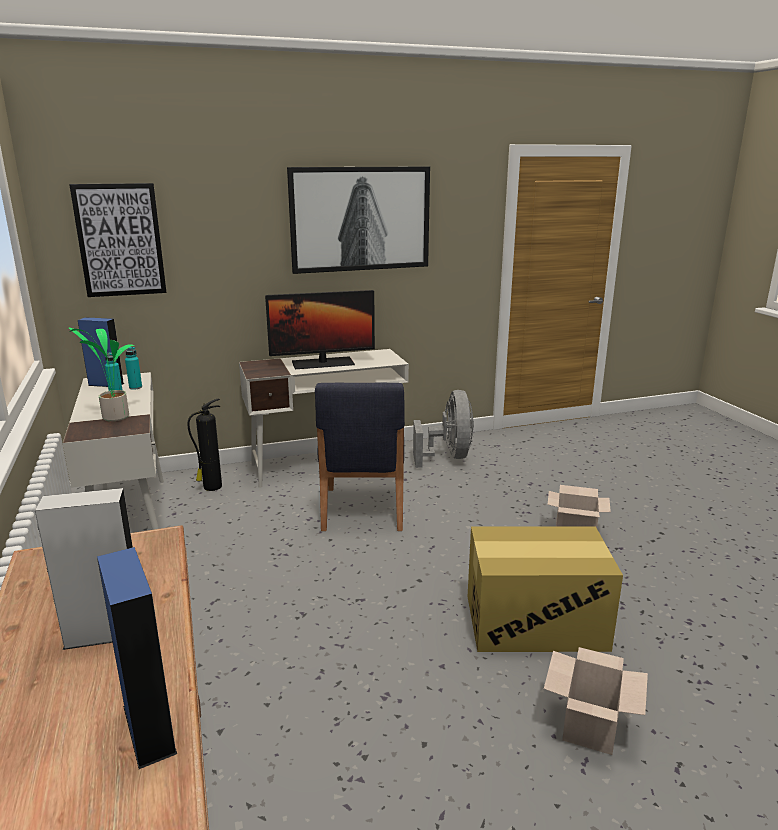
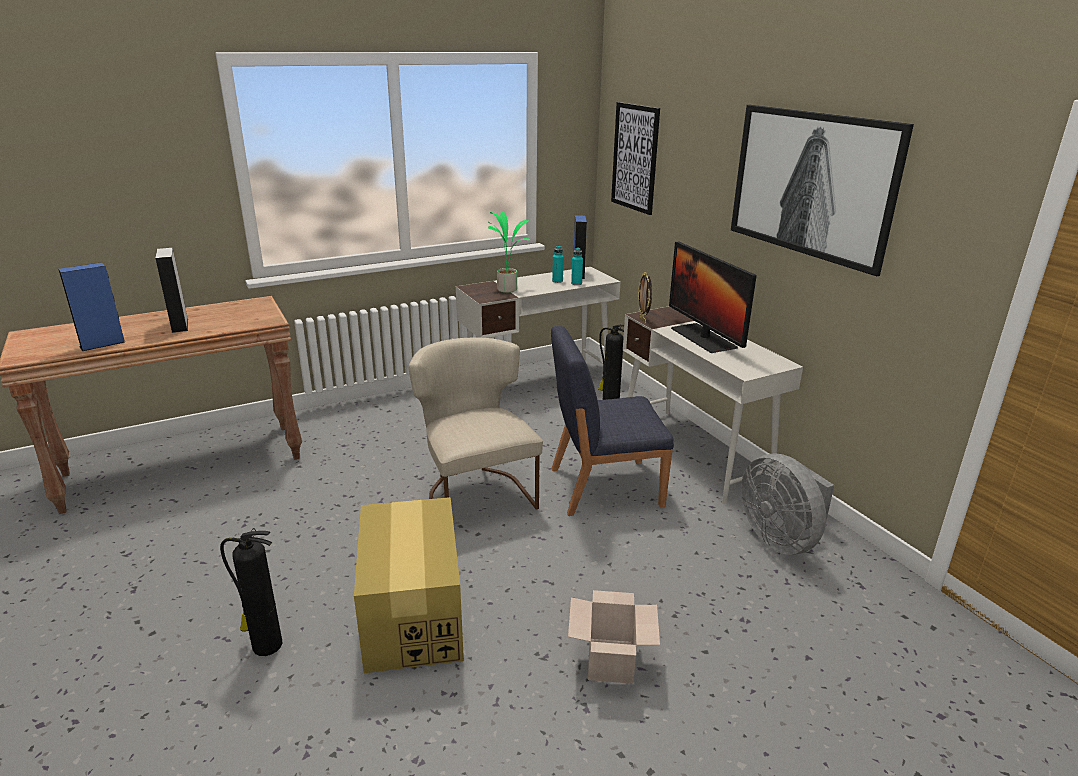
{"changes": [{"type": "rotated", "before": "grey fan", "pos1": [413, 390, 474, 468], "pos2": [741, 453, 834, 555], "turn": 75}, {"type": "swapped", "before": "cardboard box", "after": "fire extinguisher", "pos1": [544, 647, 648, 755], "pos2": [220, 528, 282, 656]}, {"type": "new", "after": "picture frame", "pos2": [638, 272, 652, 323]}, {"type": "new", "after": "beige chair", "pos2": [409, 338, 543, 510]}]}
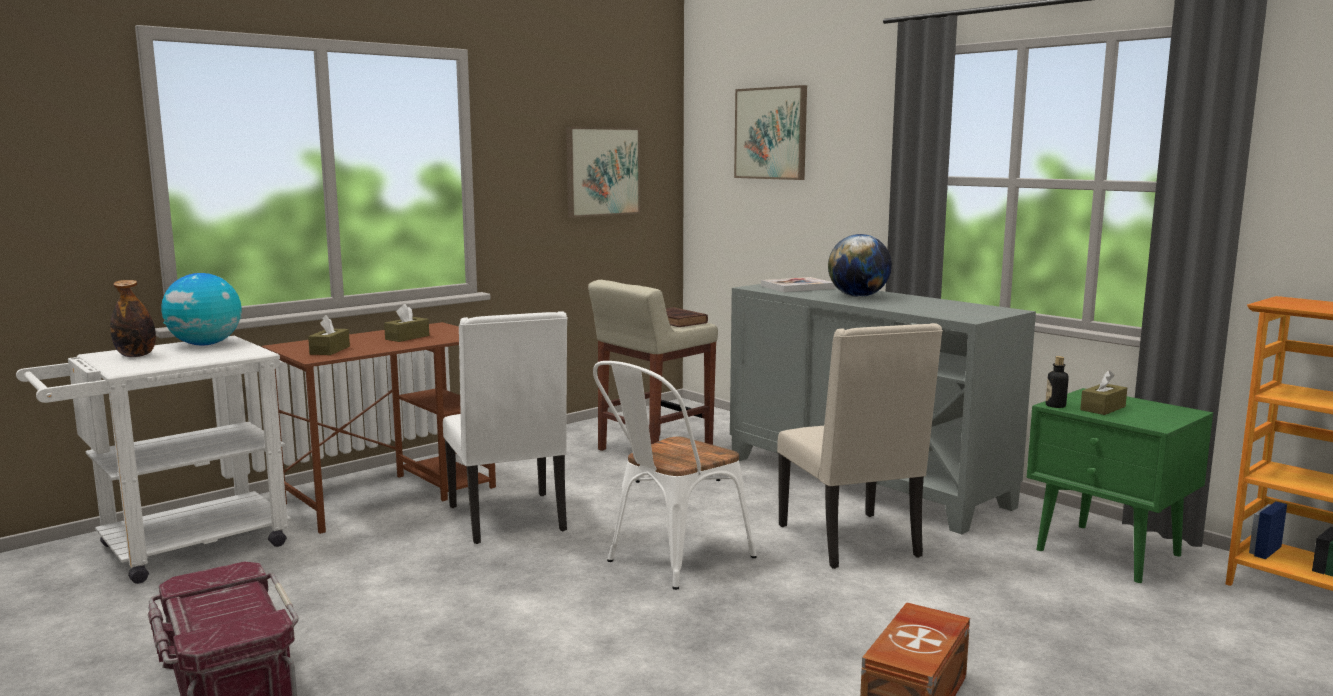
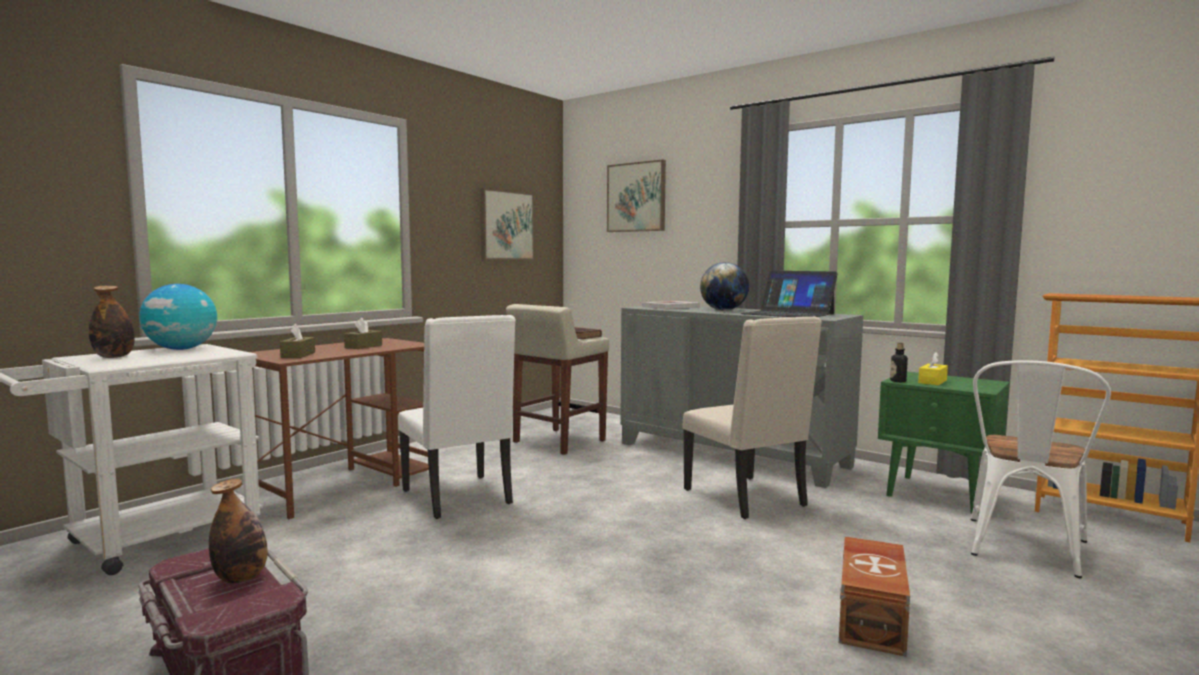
{"changes": [{"type": "shifted", "before": "white chair", "pos1": [593, 361, 757, 590], "pos2": [971, 360, 1111, 578]}, {"type": "repainted", "before": "brown tissue box", "after": "yellow tissue box", "pos1": [1080, 370, 1127, 415], "pos2": [918, 352, 948, 385]}, {"type": "new", "after": "laptop", "pos2": [741, 271, 838, 317]}, {"type": "new", "after": "bottle", "pos2": [209, 479, 268, 584]}]}
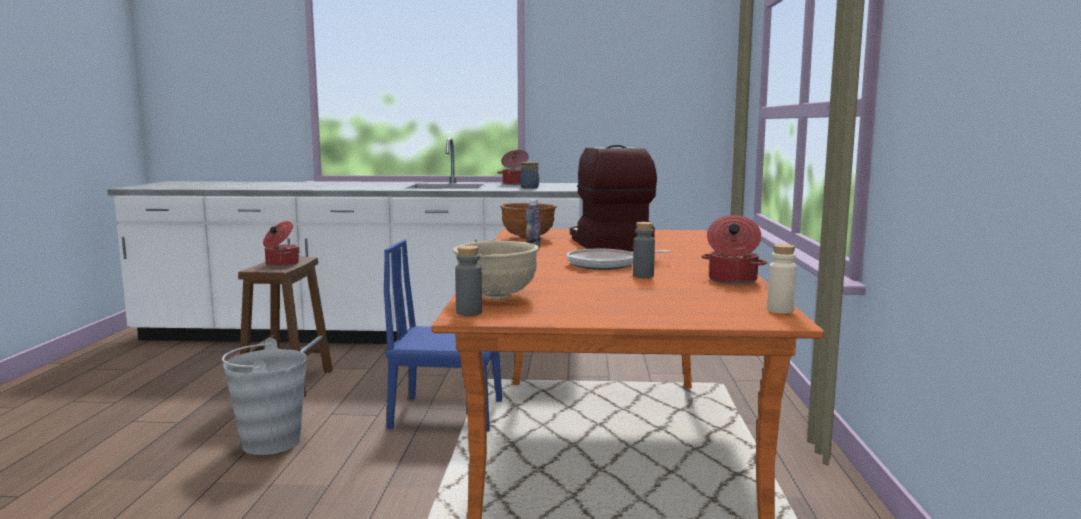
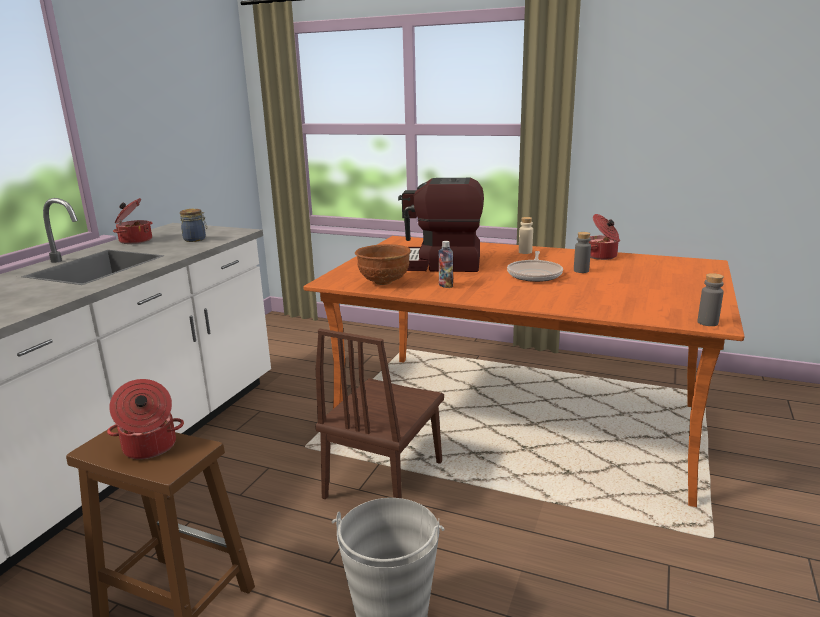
{"changes": [{"type": "repainted", "before": "blue chair", "after": "brown chair", "pos1": [384, 240, 502, 432], "pos2": [315, 329, 444, 499]}, {"type": "gone", "before": "beige bowl", "pos1": [453, 241, 539, 300]}, {"type": "shifted", "before": "beige bottle", "pos1": [767, 244, 797, 314], "pos2": [519, 217, 533, 254]}]}
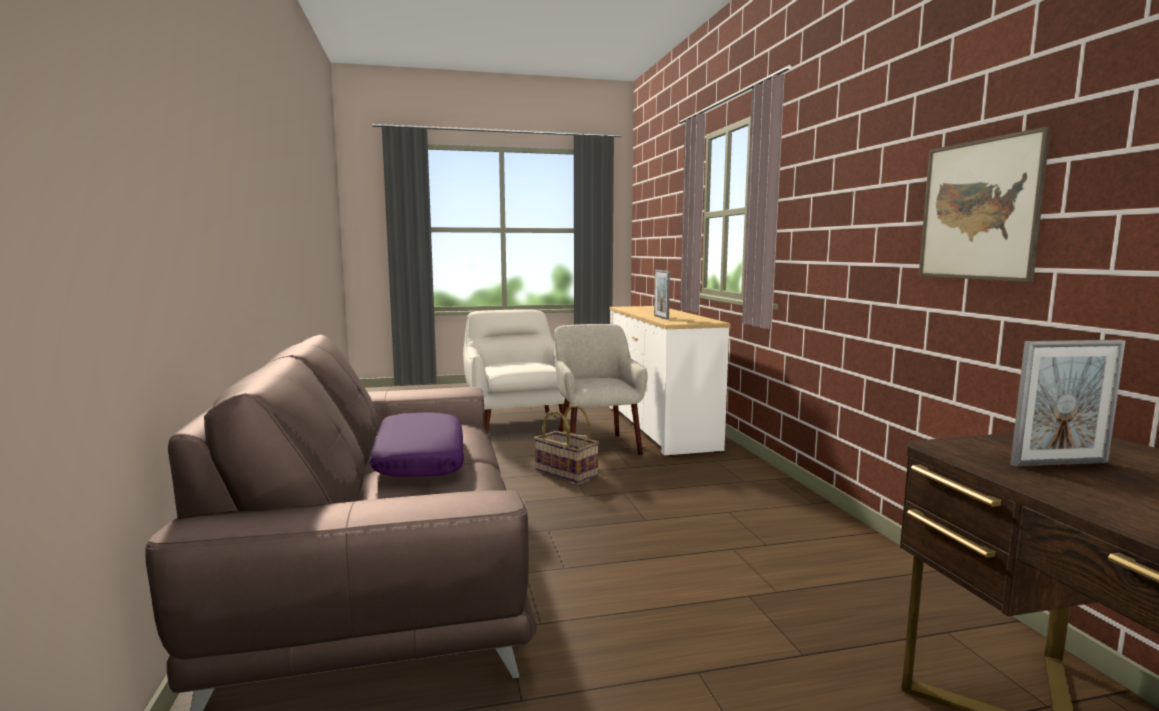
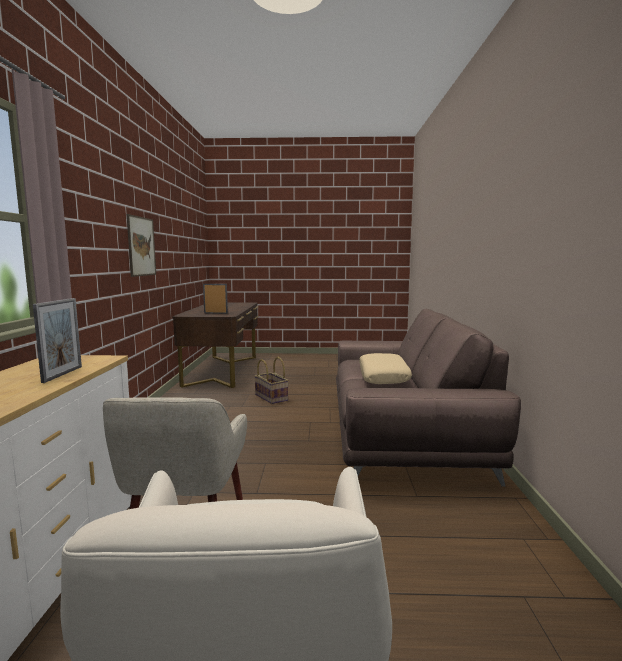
{"changes": [{"type": "shifted", "before": "basket", "pos1": [534, 405, 599, 483], "pos2": [254, 357, 289, 404]}, {"type": "repainted", "before": "purple pillow", "after": "beige pillow", "pos1": [370, 412, 464, 477], "pos2": [359, 353, 412, 384]}]}
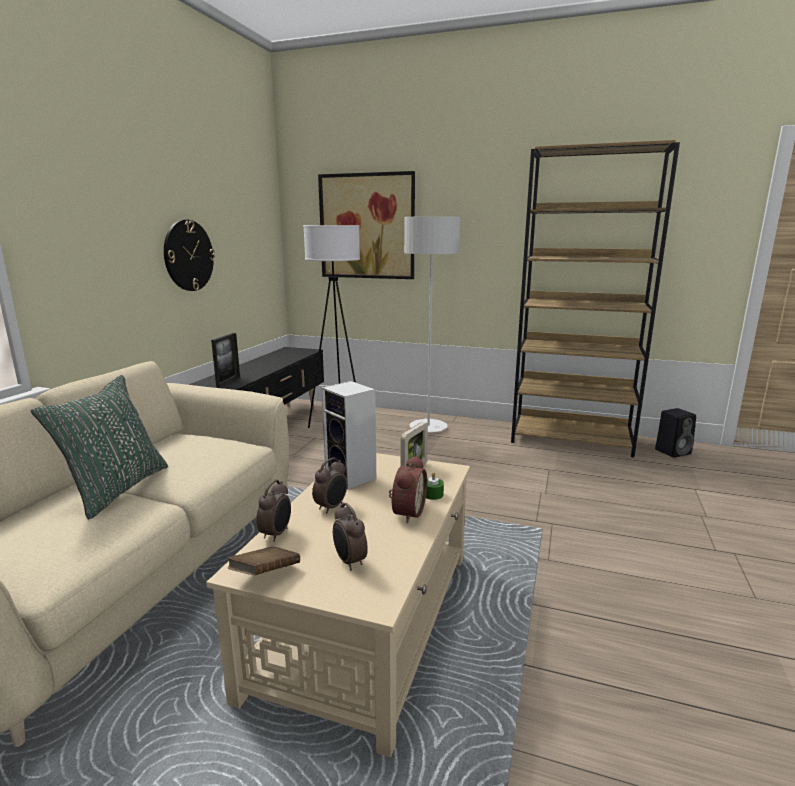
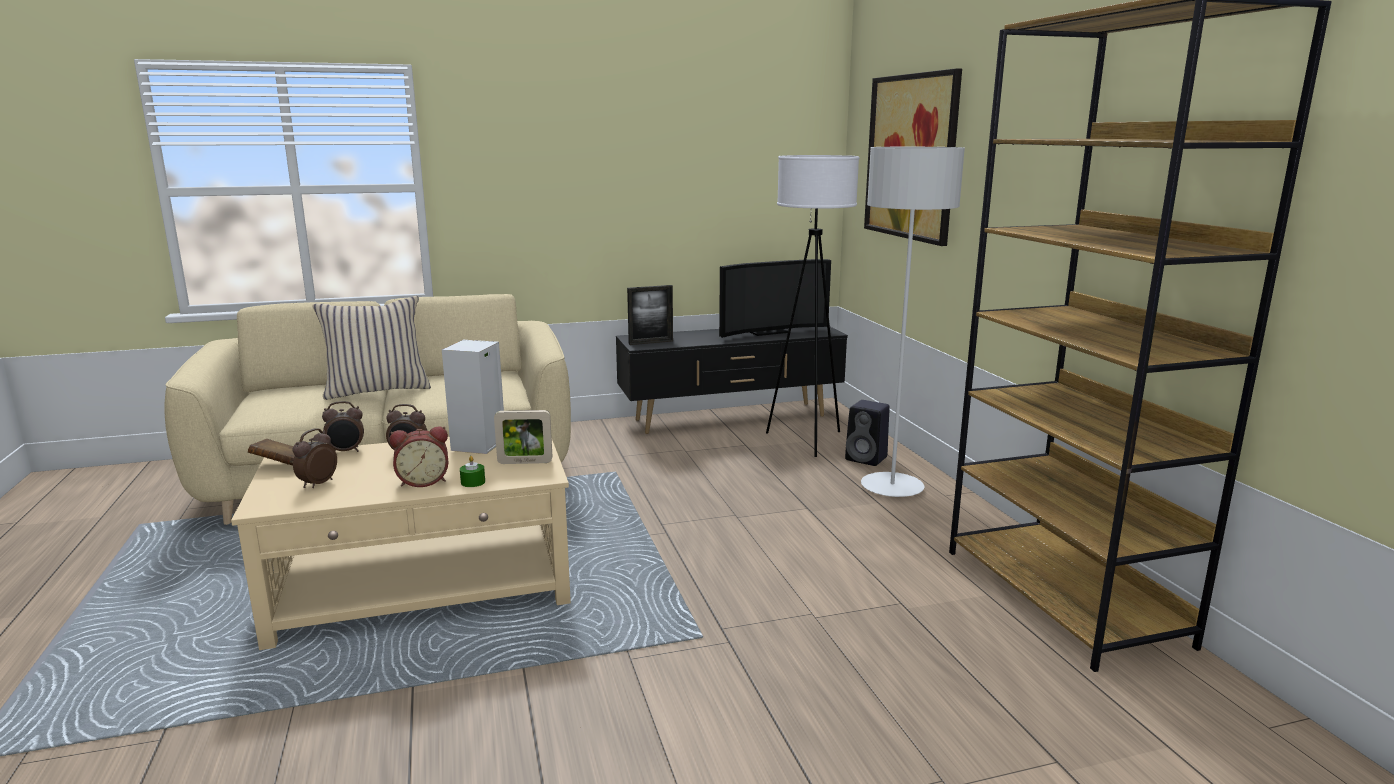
{"changes": [{"type": "gone", "before": "wall clock", "pos1": [164, 220, 215, 291]}, {"type": "repainted", "before": "green pillow", "after": "beige pillow", "pos1": [31, 375, 168, 519], "pos2": [312, 296, 431, 400]}, {"type": "shifted", "before": "black speaker", "pos1": [655, 408, 696, 458], "pos2": [845, 400, 890, 466]}, {"type": "new", "after": "television", "pos2": [719, 259, 831, 338]}]}
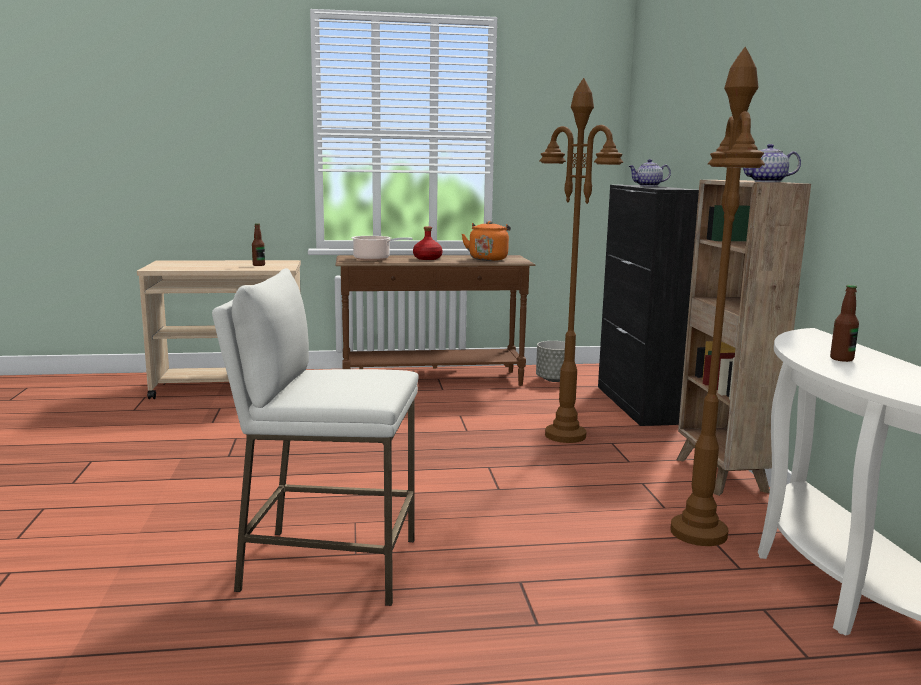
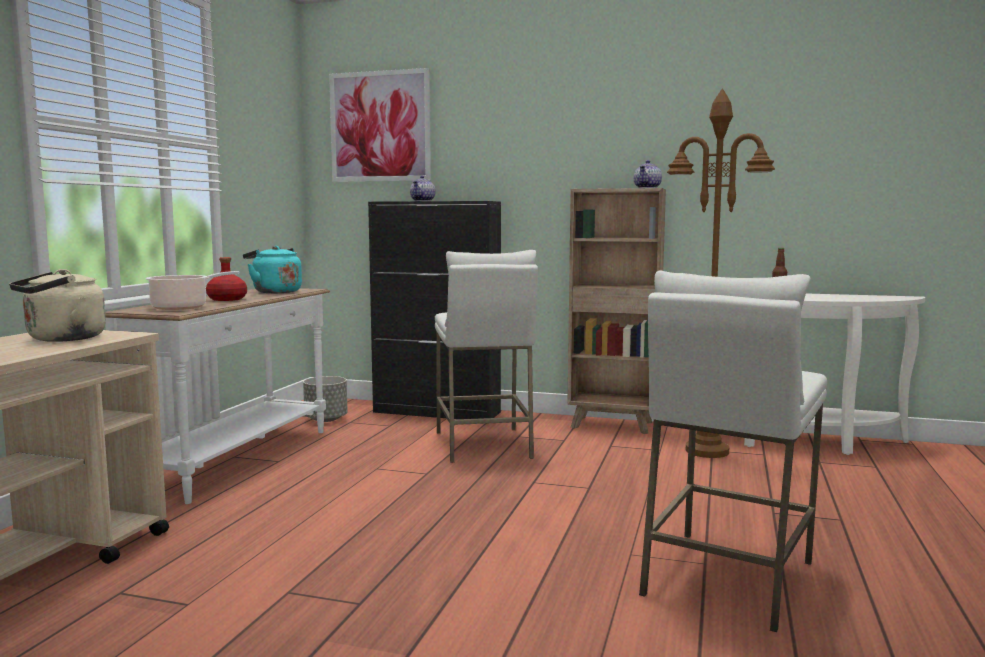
{"changes": [{"type": "swapped", "before": "brown floor lamp", "after": "white stool", "pos1": [539, 78, 623, 443], "pos2": [435, 250, 538, 463]}, {"type": "repainted", "before": "orange kettle", "after": "turquoise kettle", "pos1": [462, 221, 511, 261], "pos2": [243, 246, 302, 293]}, {"type": "swapped", "before": "bottle", "after": "beige kettle", "pos1": [252, 223, 265, 266], "pos2": [9, 269, 106, 342]}, {"type": "repainted", "before": "brown console table", "after": "white console table", "pos1": [335, 255, 535, 386], "pos2": [105, 288, 330, 504]}, {"type": "new", "after": "picture", "pos2": [329, 68, 431, 182]}]}
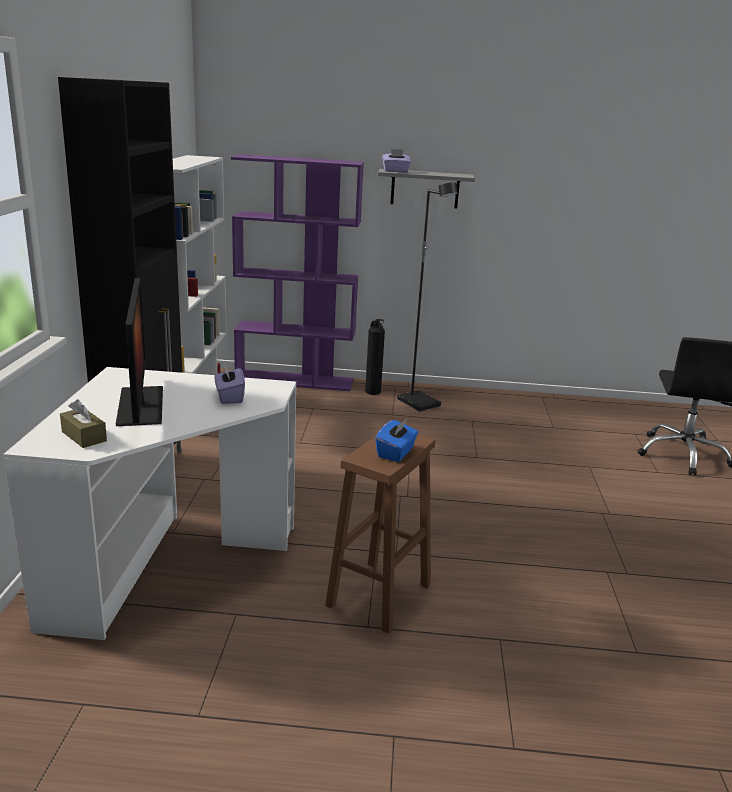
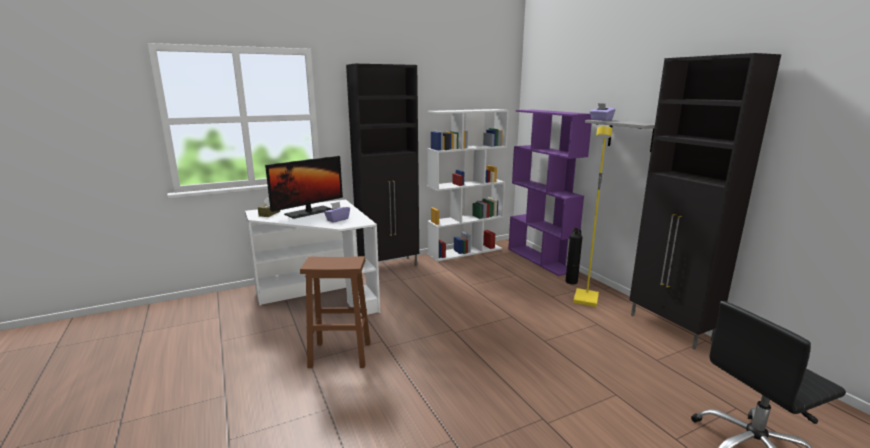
{"changes": [{"type": "repainted", "before": "black floor lamp", "after": "yellow floor lamp", "pos1": [397, 182, 458, 412], "pos2": [573, 126, 612, 307]}, {"type": "gone", "before": "blue tissue box", "pos1": [375, 419, 418, 462]}, {"type": "new", "after": "black cabinet", "pos2": [630, 53, 781, 350]}]}
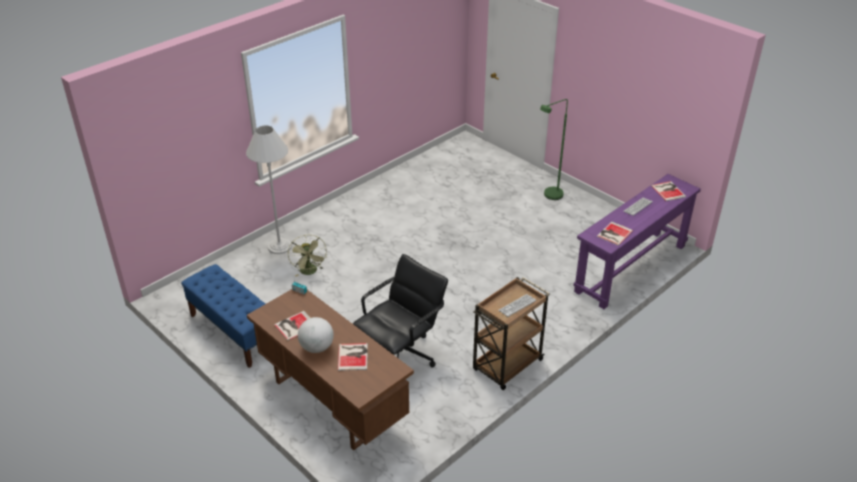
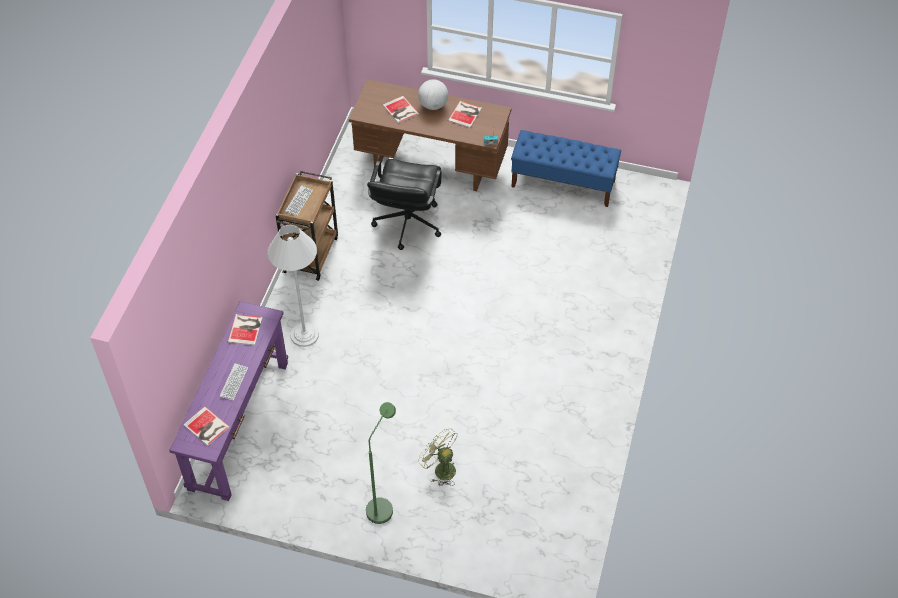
{"changes": [{"type": "shifted", "before": "white floor lamp", "pos1": [246, 126, 292, 254], "pos2": [267, 224, 319, 347]}, {"type": "shifted", "before": "green fan", "pos1": [288, 235, 327, 277], "pos2": [418, 428, 458, 486]}]}
